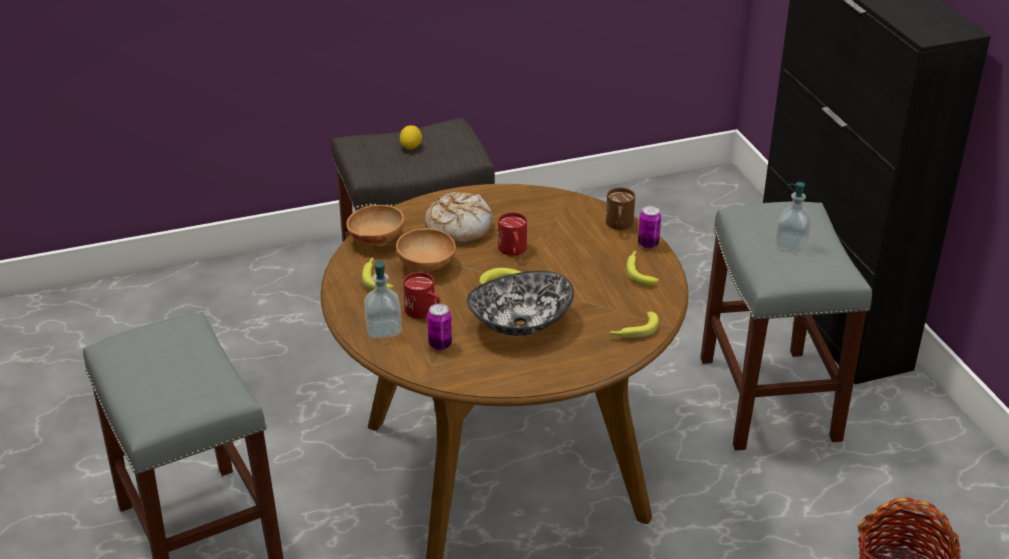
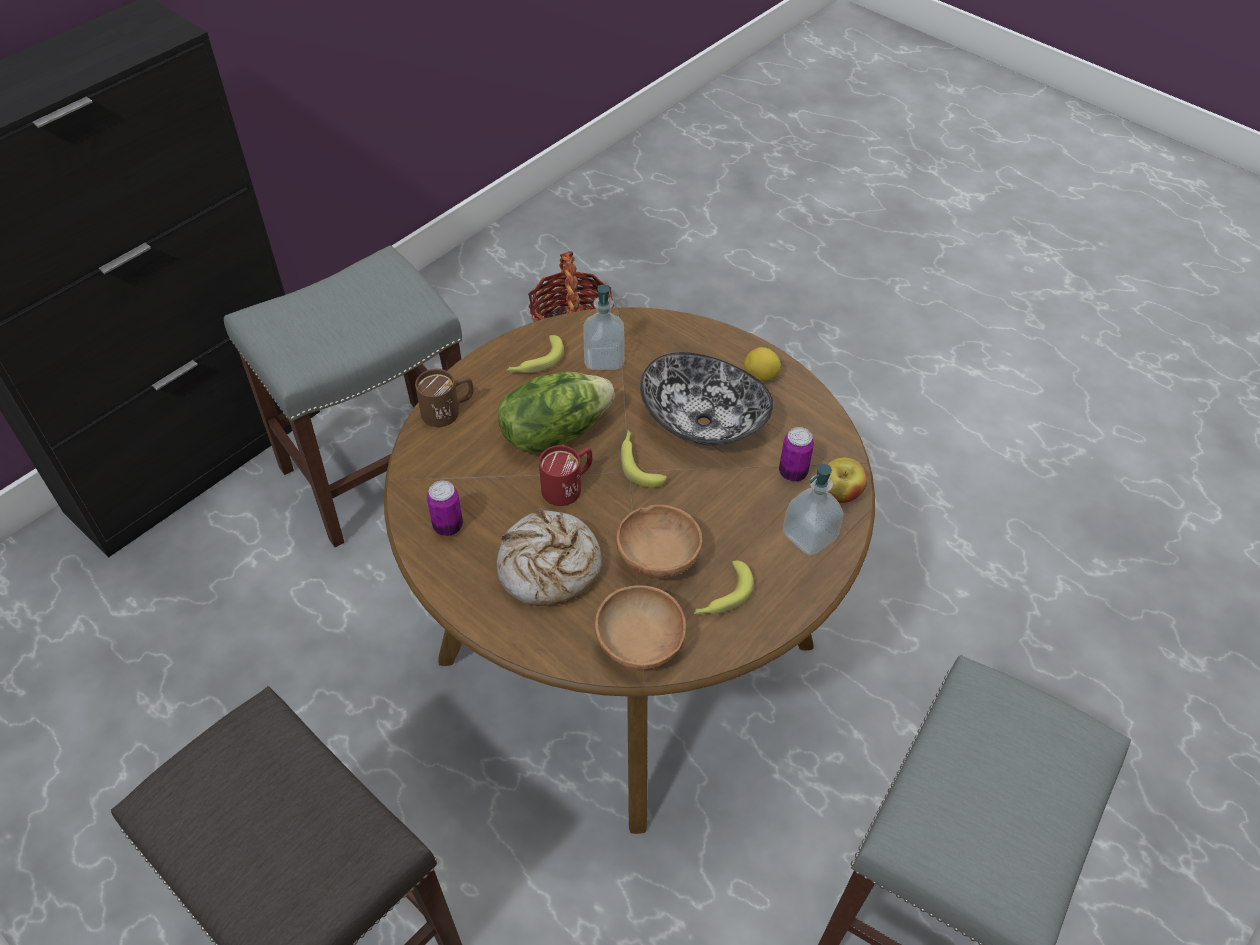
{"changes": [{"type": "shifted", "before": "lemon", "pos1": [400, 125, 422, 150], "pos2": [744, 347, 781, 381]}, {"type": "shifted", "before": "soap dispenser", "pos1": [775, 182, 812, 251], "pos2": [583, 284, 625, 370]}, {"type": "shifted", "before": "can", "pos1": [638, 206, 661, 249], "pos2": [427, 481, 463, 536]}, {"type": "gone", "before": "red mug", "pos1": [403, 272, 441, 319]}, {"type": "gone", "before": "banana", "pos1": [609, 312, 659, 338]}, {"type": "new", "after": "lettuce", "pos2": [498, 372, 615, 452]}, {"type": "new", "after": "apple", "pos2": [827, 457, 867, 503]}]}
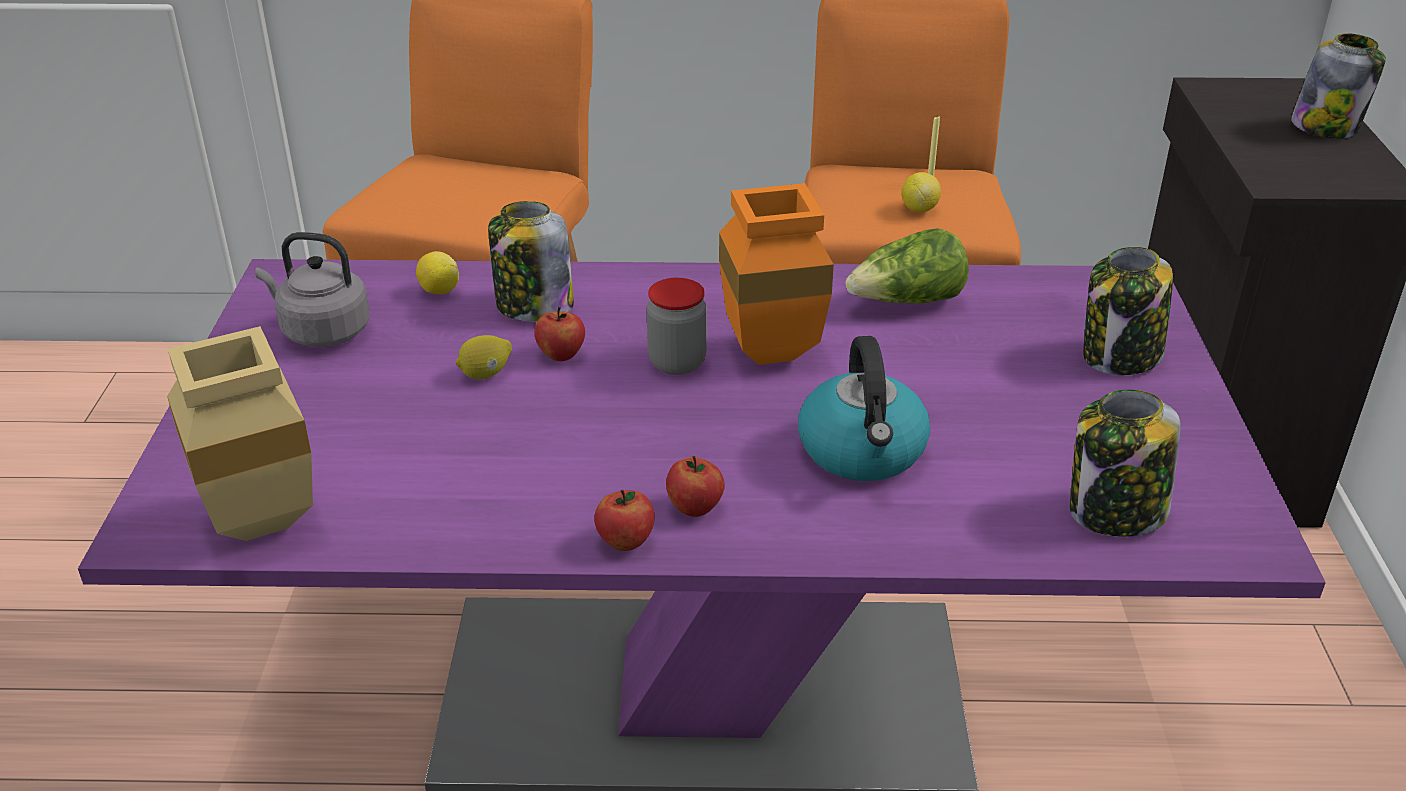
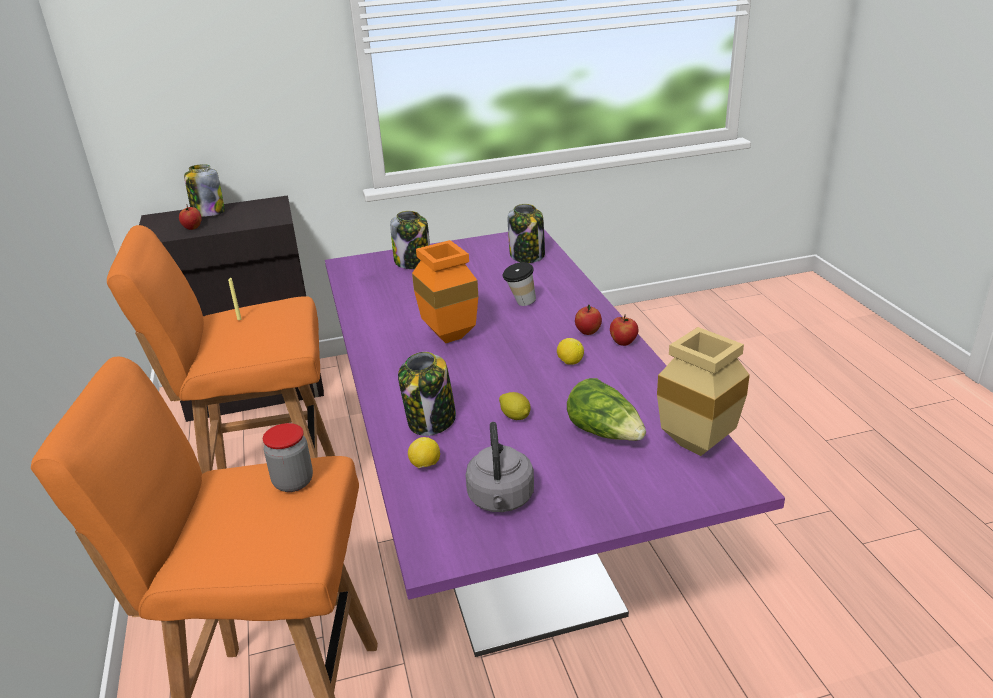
{"changes": [{"type": "shifted", "before": "lemon", "pos1": [901, 172, 941, 212], "pos2": [557, 338, 584, 365]}, {"type": "shifted", "before": "lettuce", "pos1": [846, 228, 969, 304], "pos2": [567, 378, 646, 441]}, {"type": "shifted", "before": "jar", "pos1": [647, 278, 707, 375], "pos2": [263, 423, 313, 492]}, {"type": "shifted", "before": "apple", "pos1": [535, 307, 585, 361], "pos2": [179, 204, 202, 230]}, {"type": "swapped", "before": "kettle", "after": "cup", "pos1": [798, 336, 930, 481], "pos2": [502, 262, 536, 306]}]}
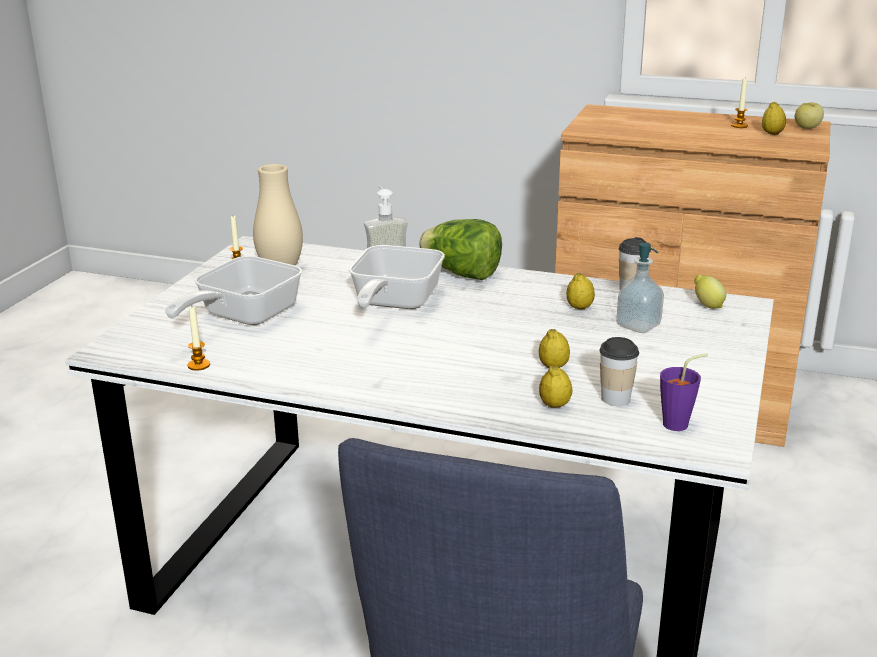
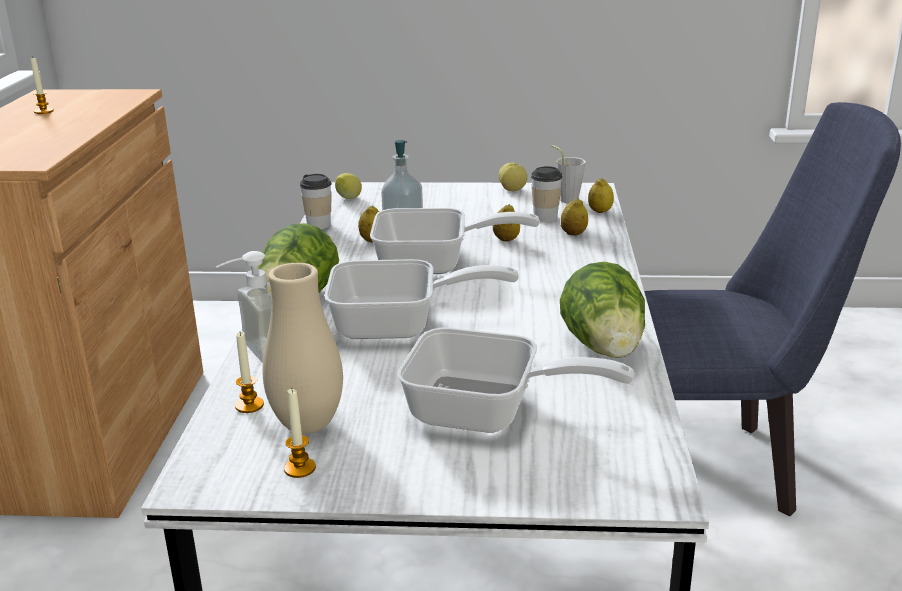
{"changes": [{"type": "shifted", "before": "lemon", "pos1": [762, 102, 786, 135], "pos2": [588, 178, 614, 213]}, {"type": "shifted", "before": "apple", "pos1": [795, 102, 824, 129], "pos2": [498, 163, 528, 191]}, {"type": "shifted", "before": "candle", "pos1": [188, 307, 210, 371], "pos2": [235, 332, 264, 413]}, {"type": "repainted", "before": "purple cup", "after": "grey cup", "pos1": [660, 353, 708, 431], "pos2": [551, 145, 586, 203]}, {"type": "new", "after": "frying pan", "pos2": [370, 208, 540, 274]}, {"type": "new", "after": "lettuce", "pos2": [560, 261, 645, 358]}]}
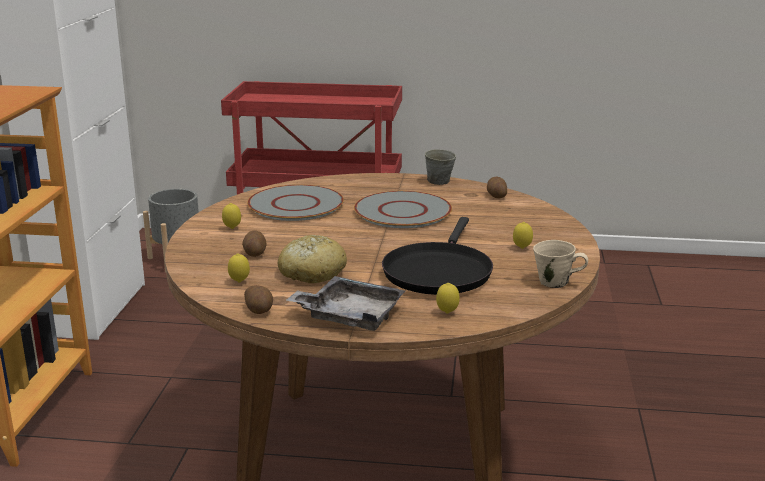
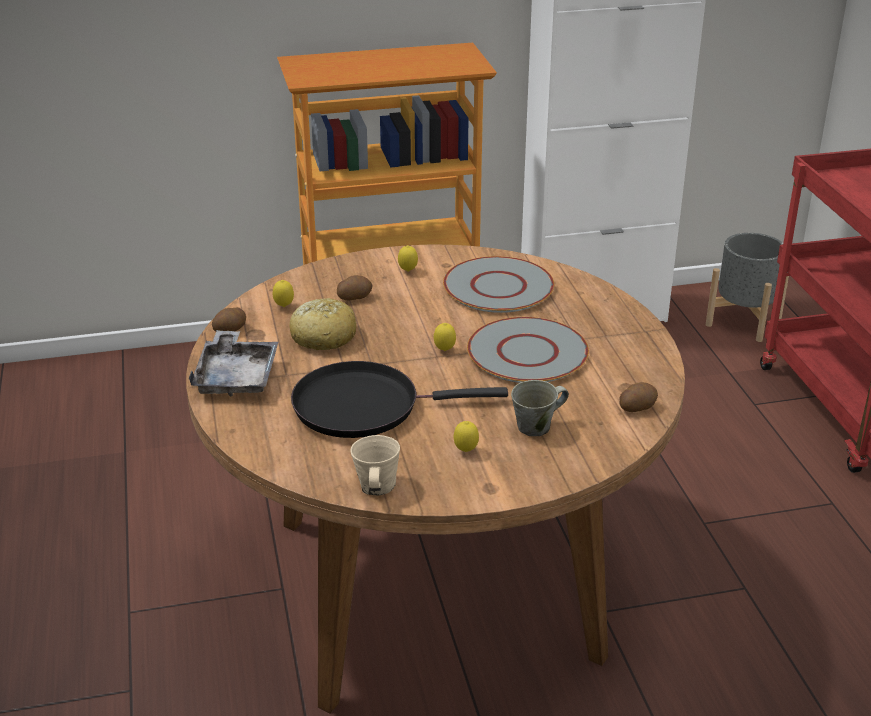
{"changes": [{"type": "shifted", "before": "grey mug", "pos1": [425, 149, 456, 185], "pos2": [511, 380, 569, 436]}, {"type": "shifted", "before": "lemon", "pos1": [436, 283, 460, 314], "pos2": [434, 323, 456, 351]}]}
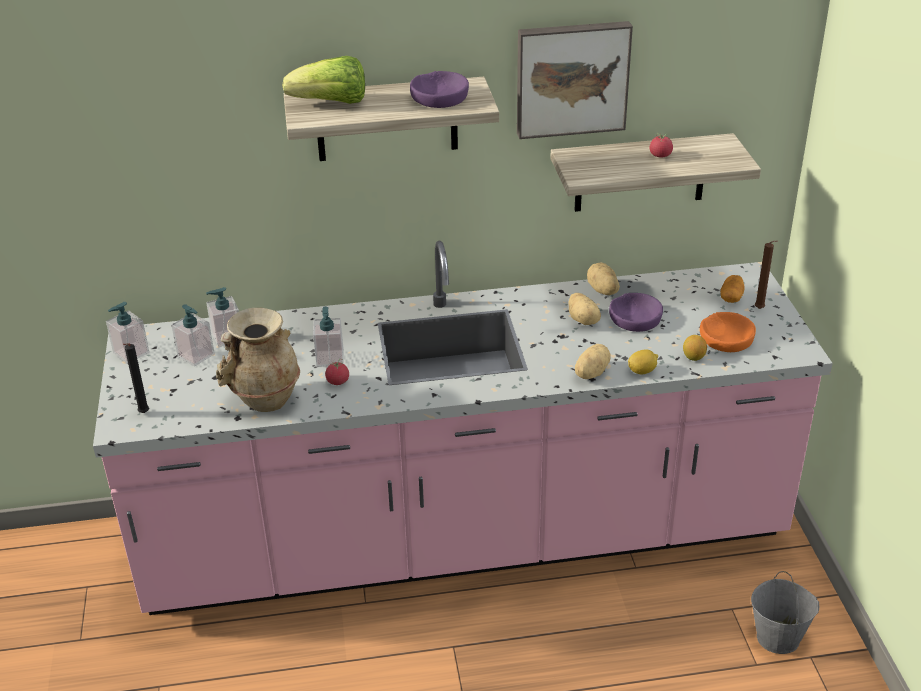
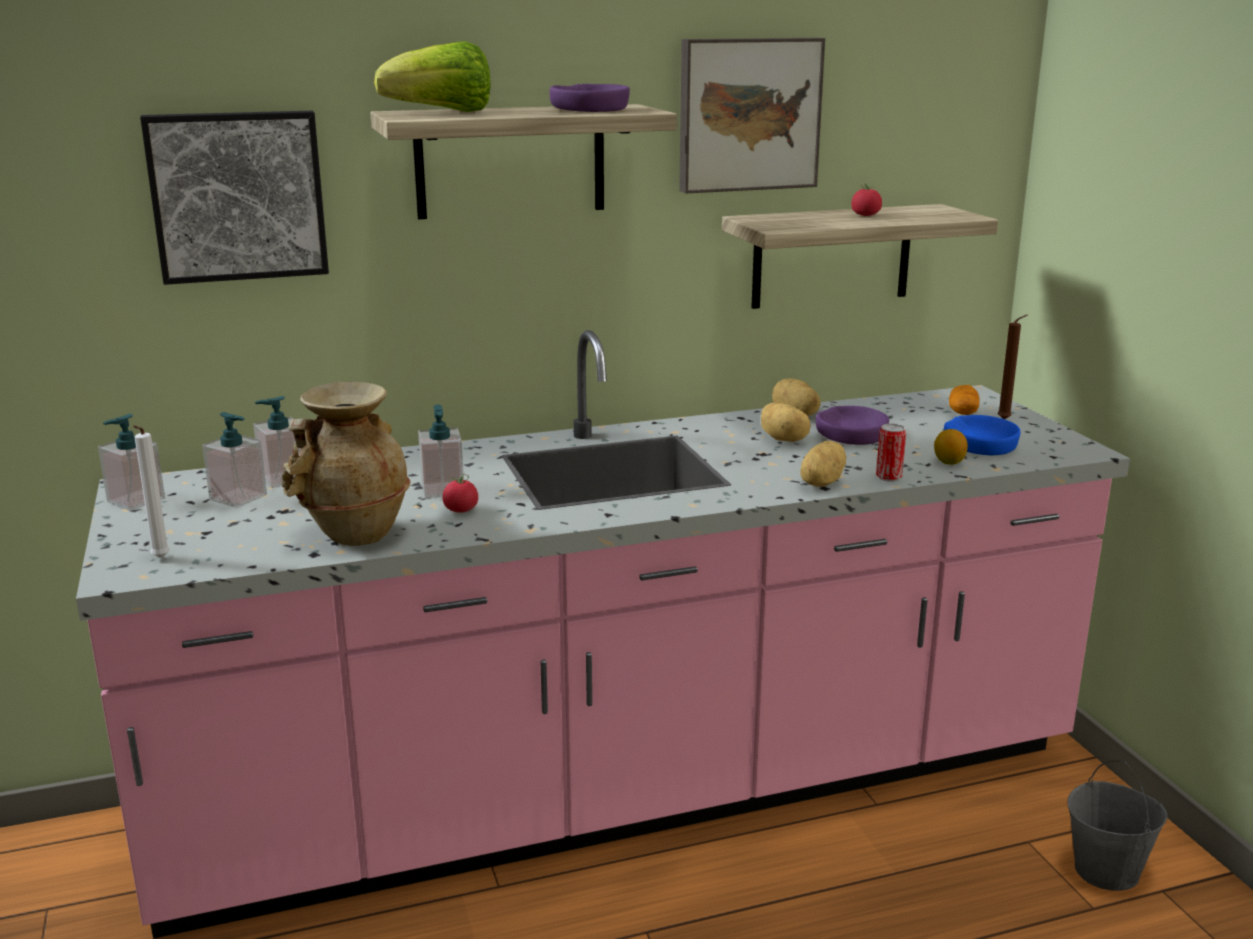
{"changes": [{"type": "repainted", "before": "orange bowl", "after": "blue bowl", "pos1": [700, 312, 756, 352], "pos2": [944, 415, 1021, 455]}, {"type": "repainted", "before": "black candle", "after": "white candle", "pos1": [123, 343, 149, 413], "pos2": [133, 425, 170, 558]}, {"type": "swapped", "before": "lemon", "after": "can", "pos1": [628, 350, 658, 374], "pos2": [876, 424, 906, 482]}, {"type": "new", "after": "picture", "pos2": [140, 111, 329, 285]}]}
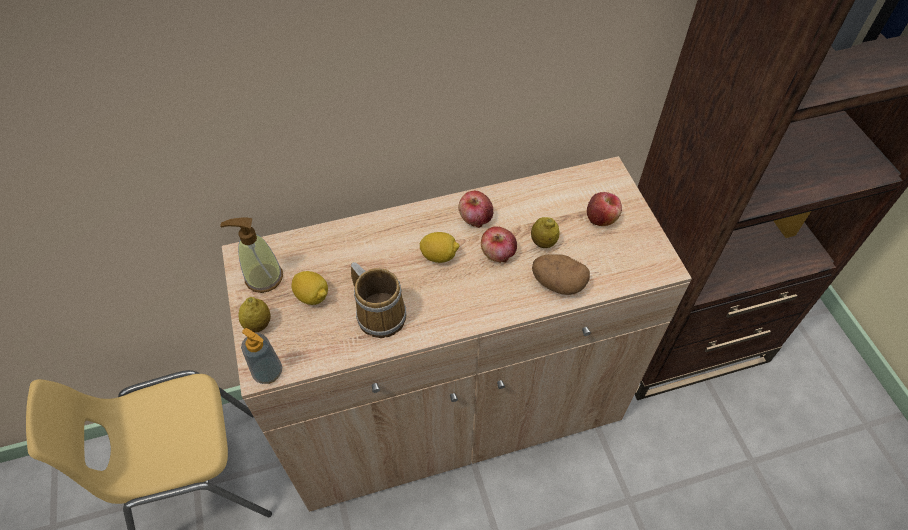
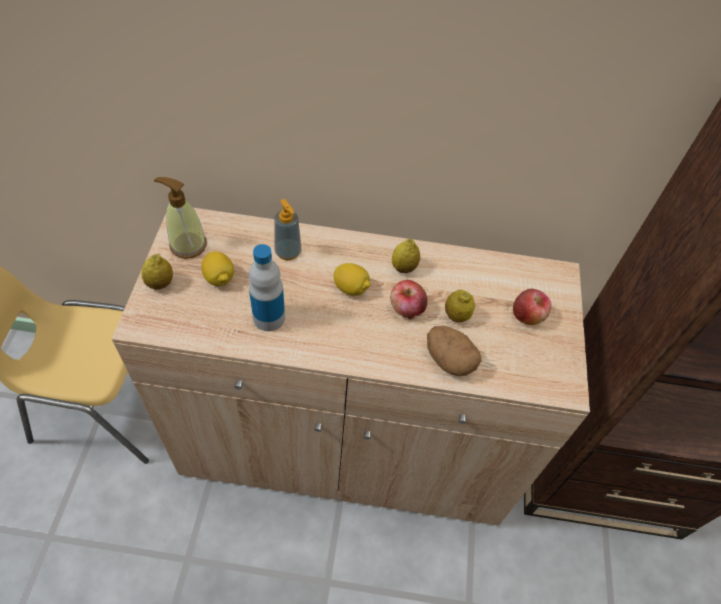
{"changes": [{"type": "swapped", "before": "apple", "after": "lemon", "pos1": [459, 191, 493, 228], "pos2": [392, 239, 420, 273]}, {"type": "swapped", "before": "mug", "after": "bottle", "pos1": [351, 262, 407, 338], "pos2": [249, 244, 285, 331]}, {"type": "shifted", "before": "soap dispenser", "pos1": [241, 328, 282, 384], "pos2": [274, 199, 301, 260]}]}
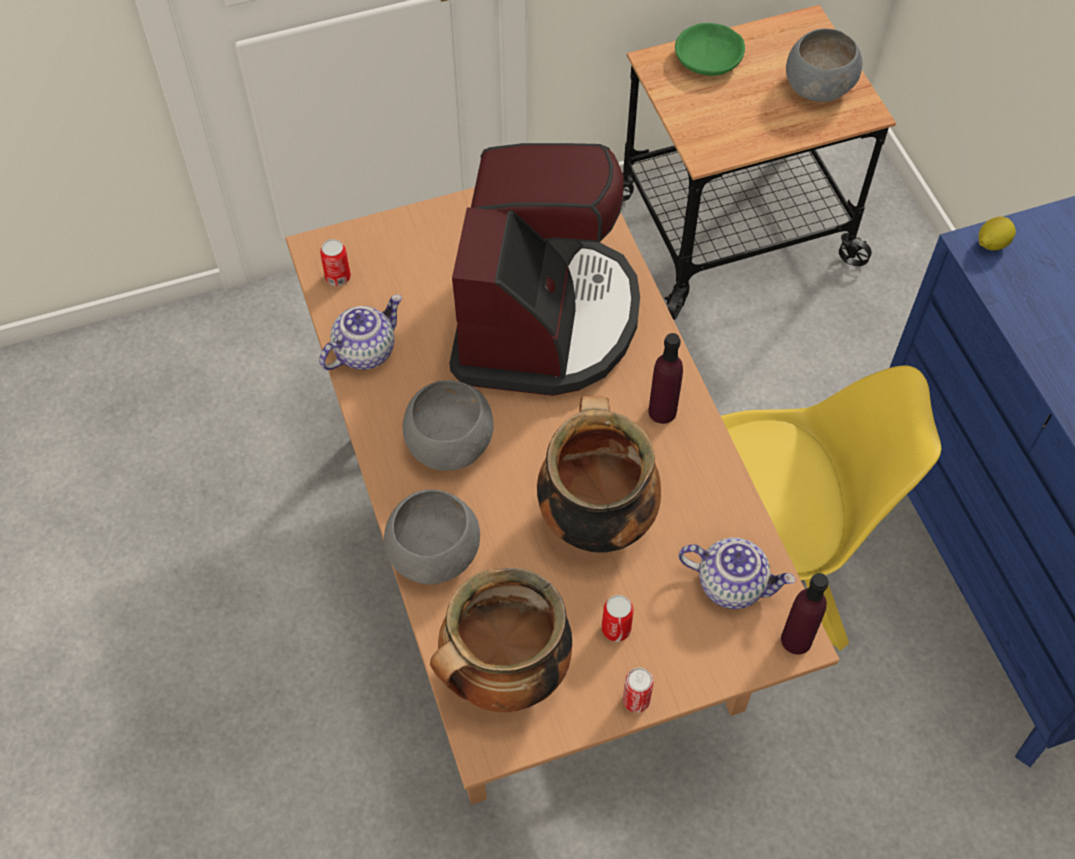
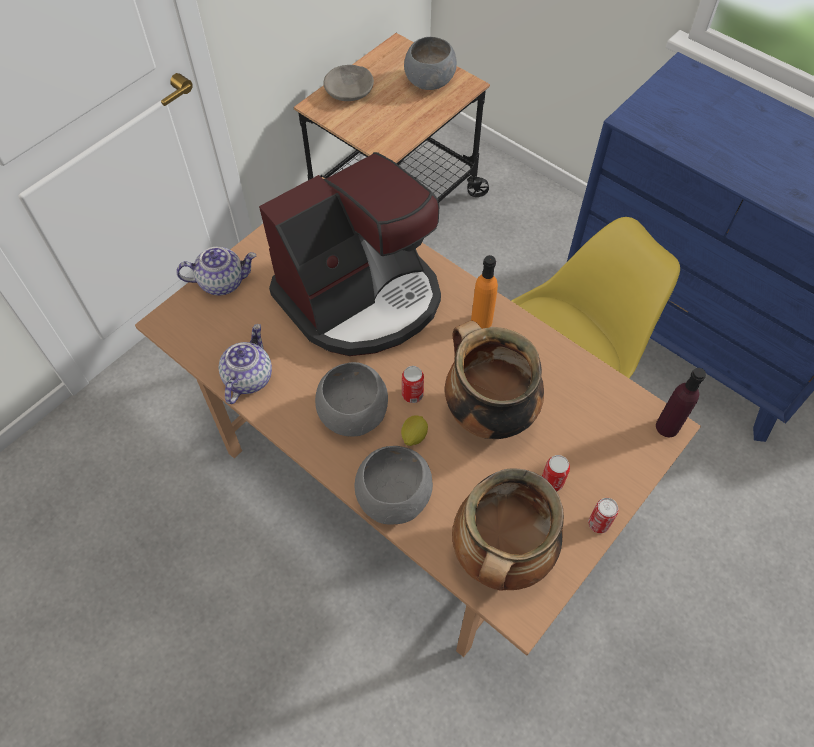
{"changes": [{"type": "repainted", "before": "green bowl", "after": "grey bowl", "pos1": [675, 23, 745, 76], "pos2": [323, 65, 374, 101]}, {"type": "rotated", "before": "coffee machine", "pos1": [450, 143, 640, 396], "pos2": [259, 152, 441, 356], "turn": 75}, {"type": "shifted", "before": "lemon", "pos1": [978, 217, 1016, 250], "pos2": [401, 415, 428, 446]}, {"type": "shifted", "before": "can", "pos1": [320, 239, 351, 286], "pos2": [402, 366, 424, 403]}, {"type": "repainted", "before": "purple bottle", "after": "orange bottle", "pos1": [648, 333, 683, 424], "pos2": [471, 255, 498, 329]}, {"type": "shifted", "before": "teapot", "pos1": [679, 537, 796, 609], "pos2": [176, 247, 256, 296]}]}
